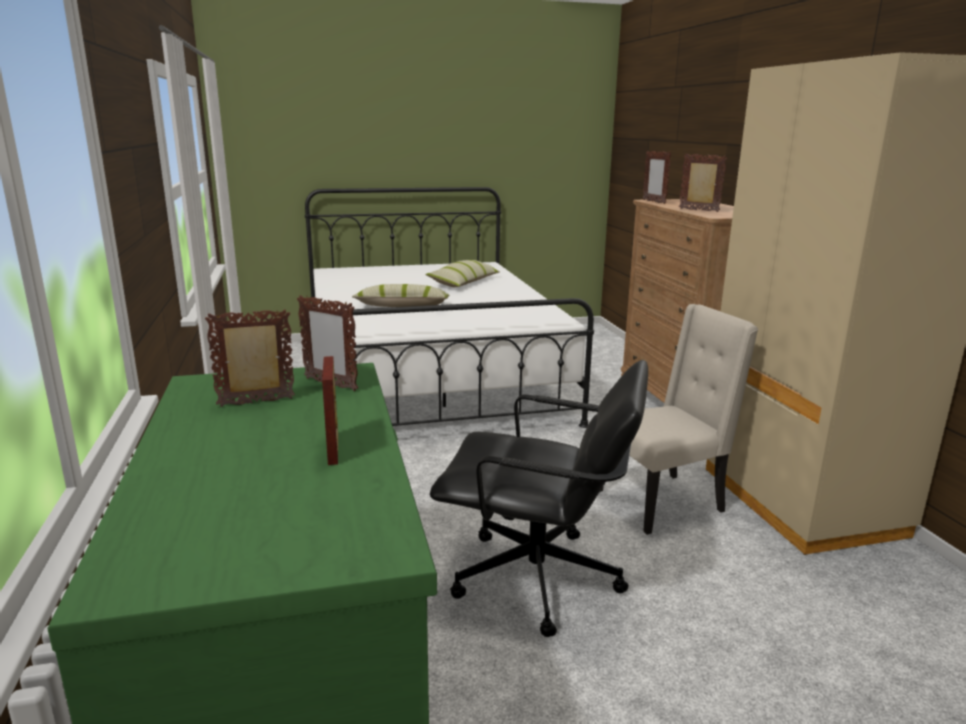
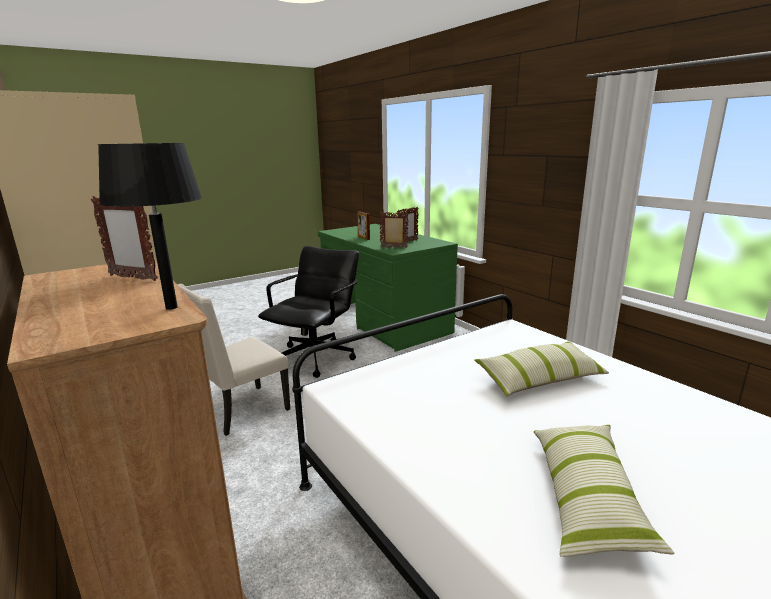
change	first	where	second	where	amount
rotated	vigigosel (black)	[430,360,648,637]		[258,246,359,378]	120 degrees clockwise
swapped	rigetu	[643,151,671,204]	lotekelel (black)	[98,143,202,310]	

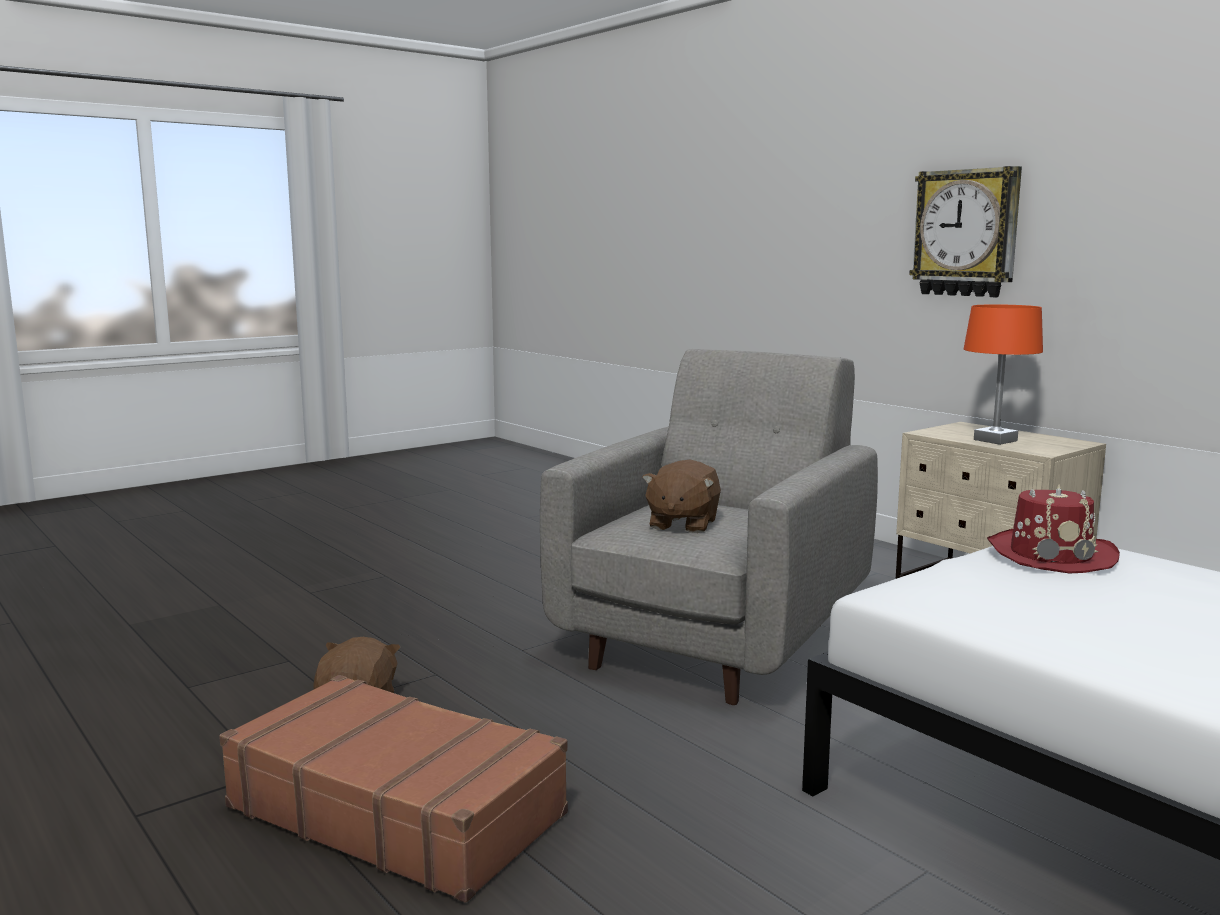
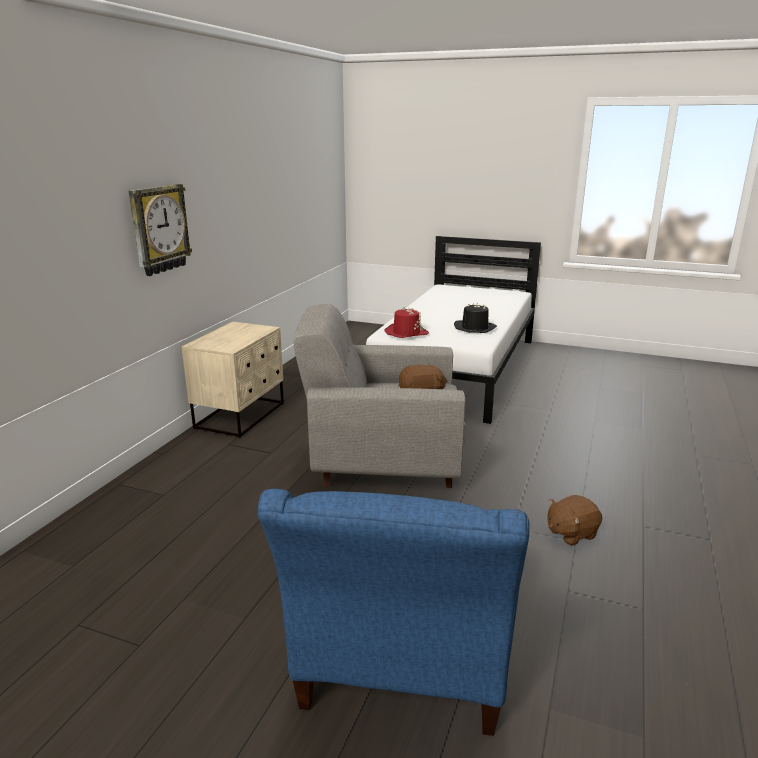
change	first	where	second	where	amount
gone	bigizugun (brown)	[219,675,568,903]			
gone	lotekelel (orange)	[964,304,1043,445]			
new			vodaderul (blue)	[258,489,530,736]	
new			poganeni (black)	[454,303,497,333]	

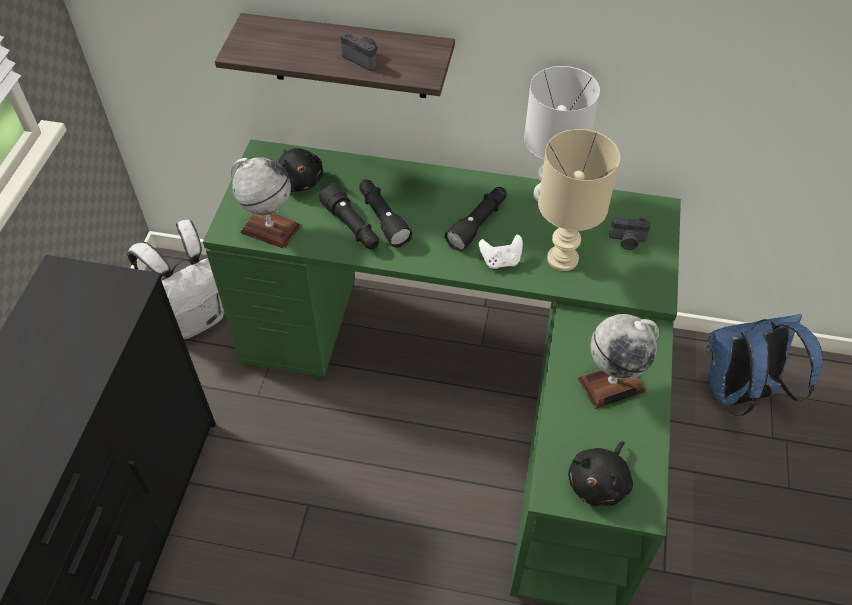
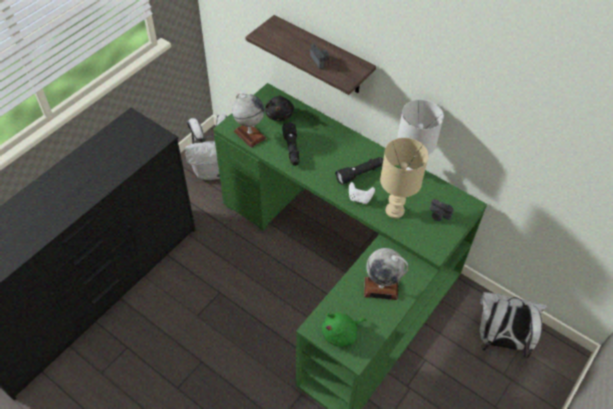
change	first	where	second	where	amount
gone	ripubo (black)	[359,180,412,248]			
repainted	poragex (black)	[568,441,633,506]	poragex (green)	[322,313,367,347]	
repainted	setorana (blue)	[706,314,822,416]	setorana (white)	[480,292,547,358]	

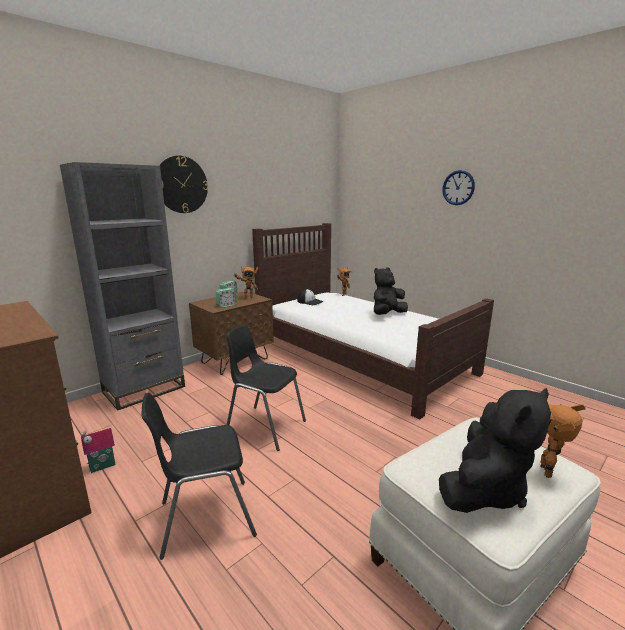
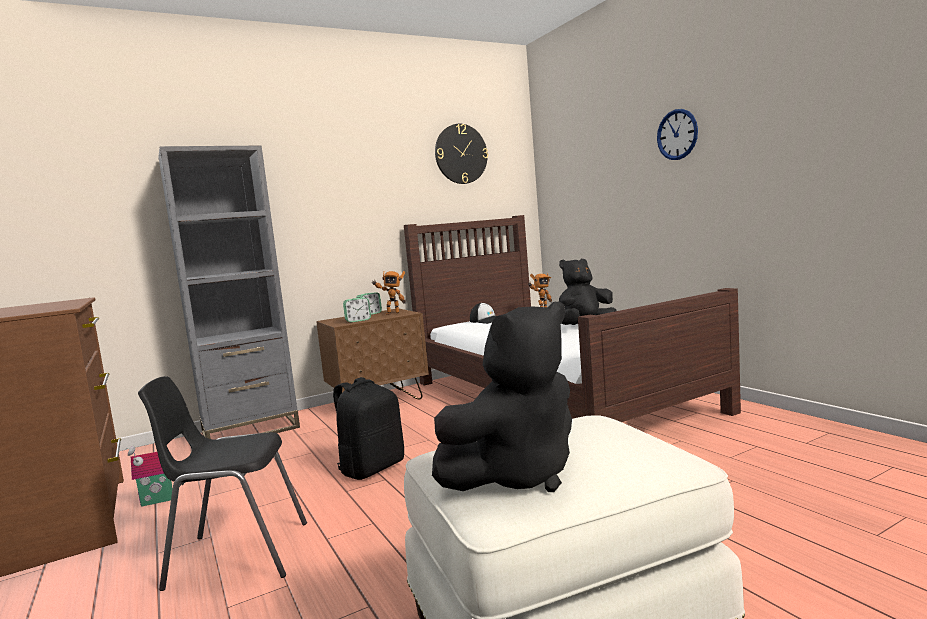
change	first	where	second	where	amount
shifted	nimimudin	[159,156,208,213]		[435,124,488,184]	
swapped	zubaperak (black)	[226,325,306,451]	setorana (black)	[333,377,404,480]	
gone	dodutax	[540,404,586,478]			

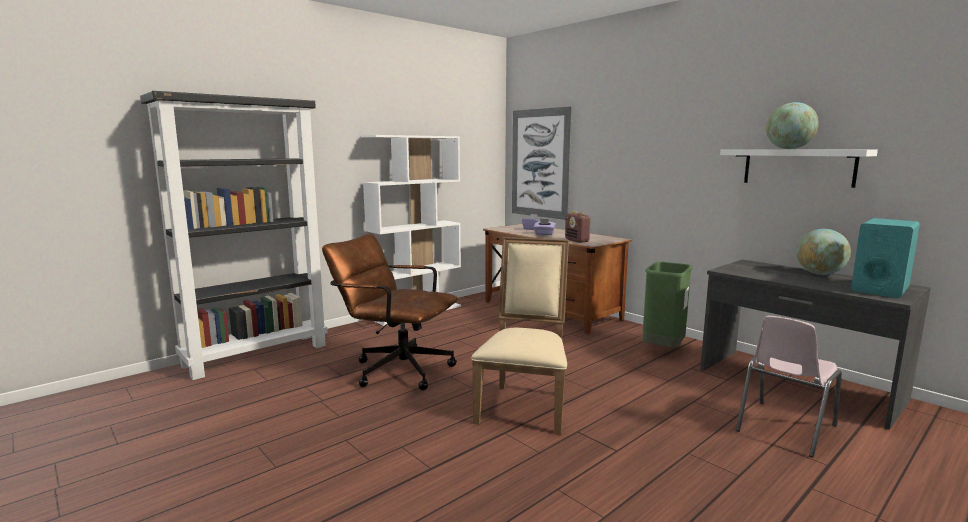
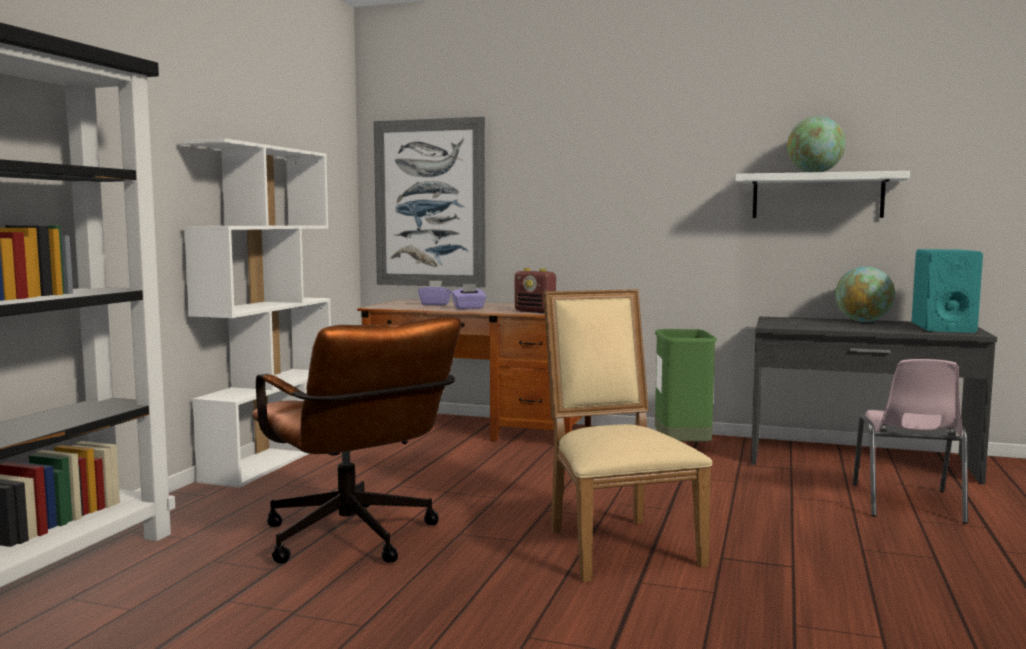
change	first	where	second	where	amount
rotated	vigigosel (brown)	[322,234,458,390]		[252,317,461,564]	120 degrees counterclockwise

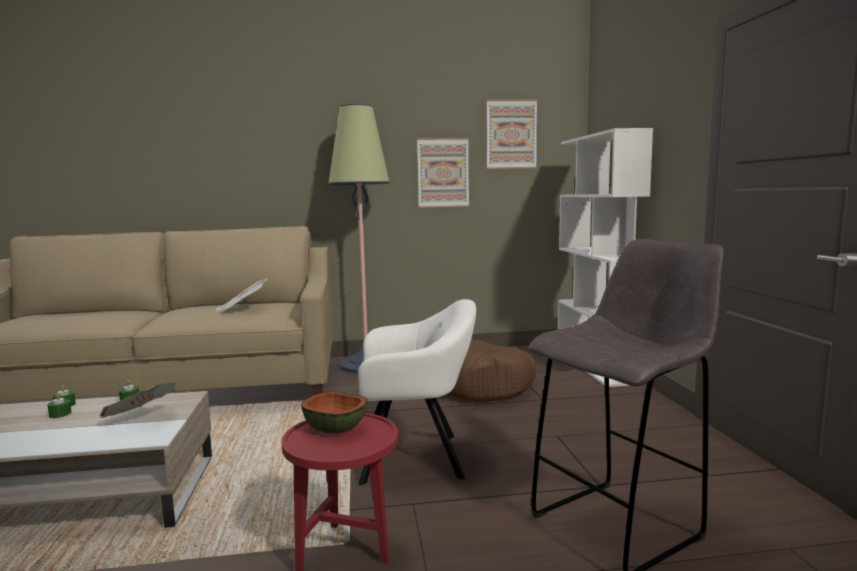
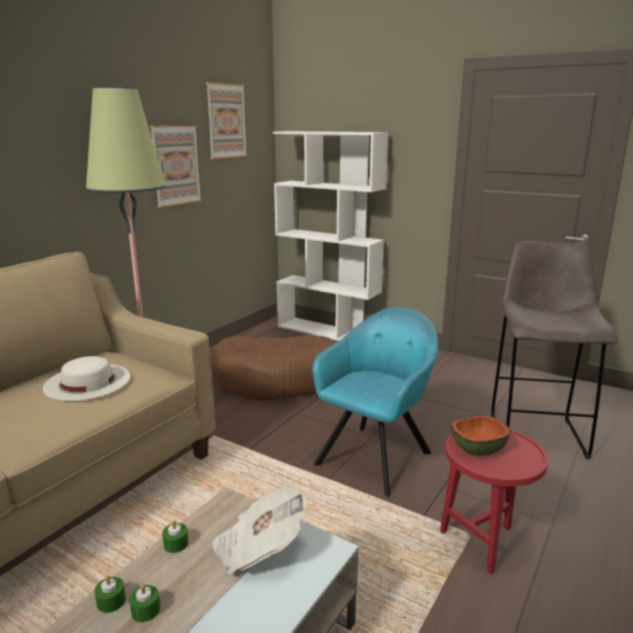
change	first	where	second	where	amount
swapped	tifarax	[216,279,267,311]	poganeni (white)	[43,356,131,401]	
repainted	vodaderul (white)	[358,299,476,485]	vodaderul (turquoise)	[312,307,438,497]	

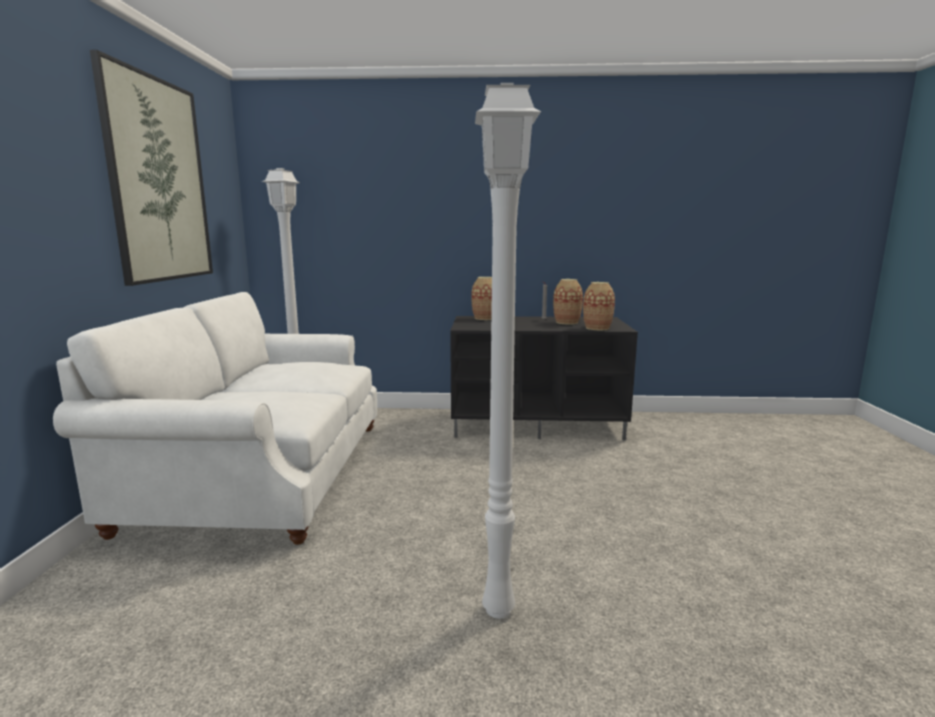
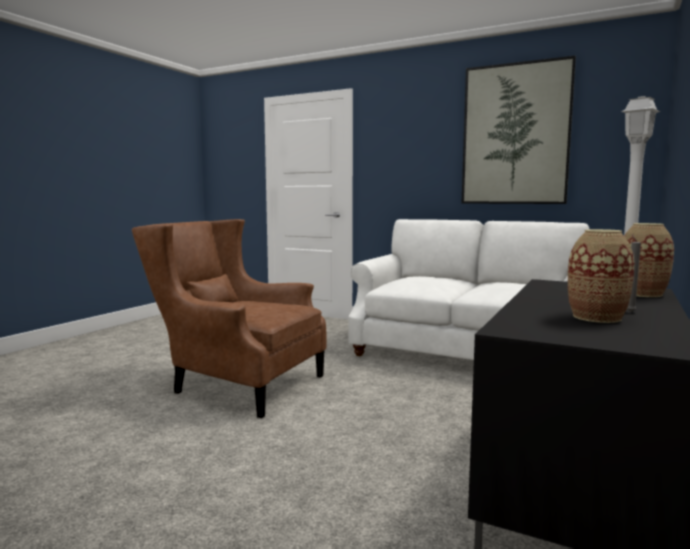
change	first	where	second	where	amount
swapped	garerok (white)	[475,83,541,618]	vodaderul (brown)	[132,219,327,418]	
gone	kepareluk	[583,282,615,330]			

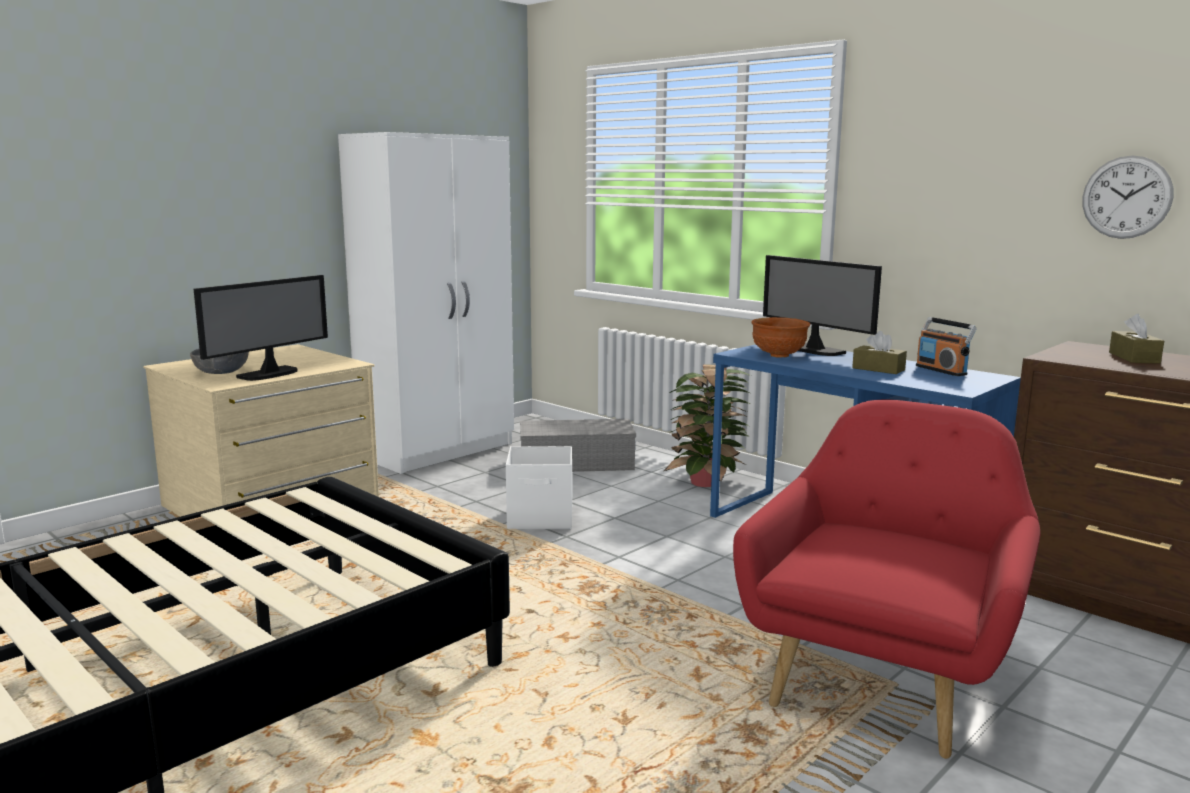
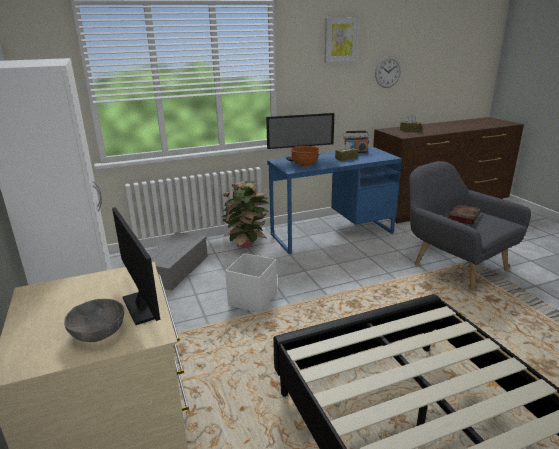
change	first	where	second	where	amount
repainted	vodaderul (red)	[733,400,1040,759]	vodaderul (grey)	[409,161,531,290]	
new			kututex	[325,17,359,63]	
new			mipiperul	[448,204,481,225]	

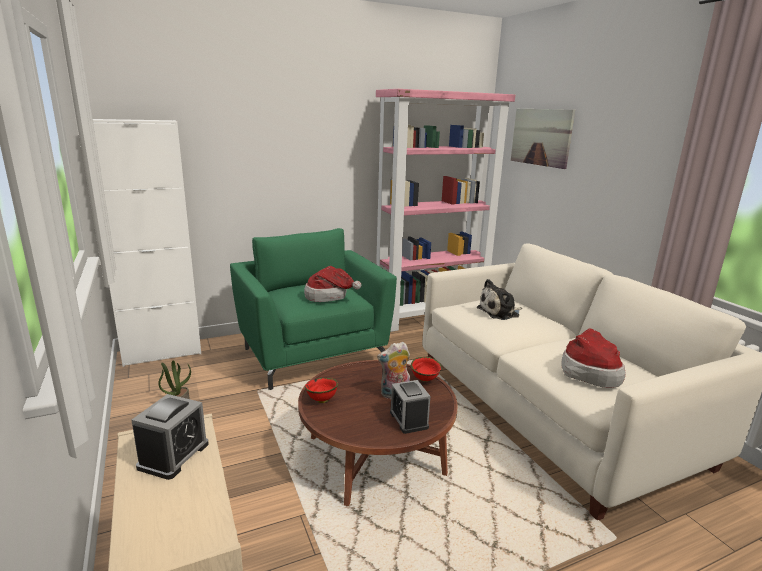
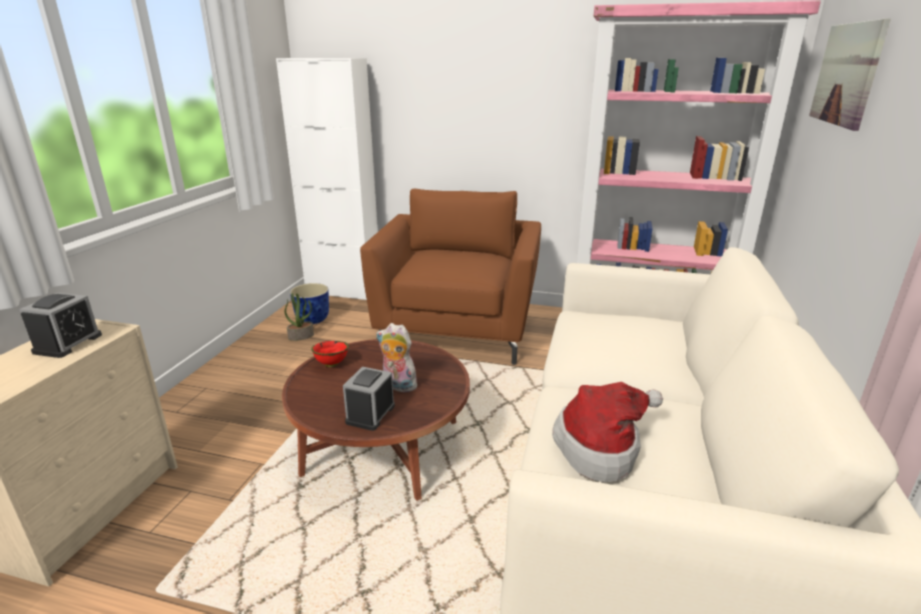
change	first	where	second	where	amount
rotated	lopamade	[131,394,209,480]		[19,293,102,358]	45 degrees counterclockwise
repainted	vodaderul (green)	[230,228,397,390]	vodaderul (brown)	[360,188,541,365]	
gone	poganeni	[304,266,361,302]			
gone	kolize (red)	[411,357,442,382]			
gone	poragex	[477,279,522,320]			
new			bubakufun	[290,283,329,324]	

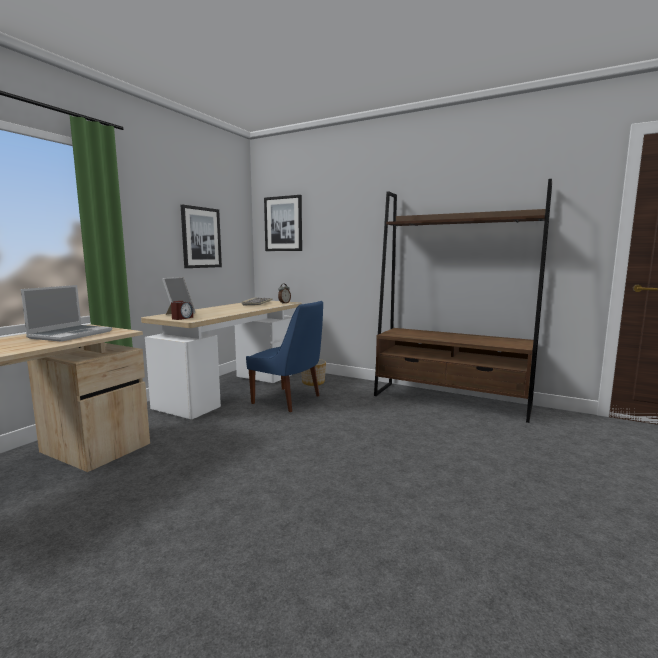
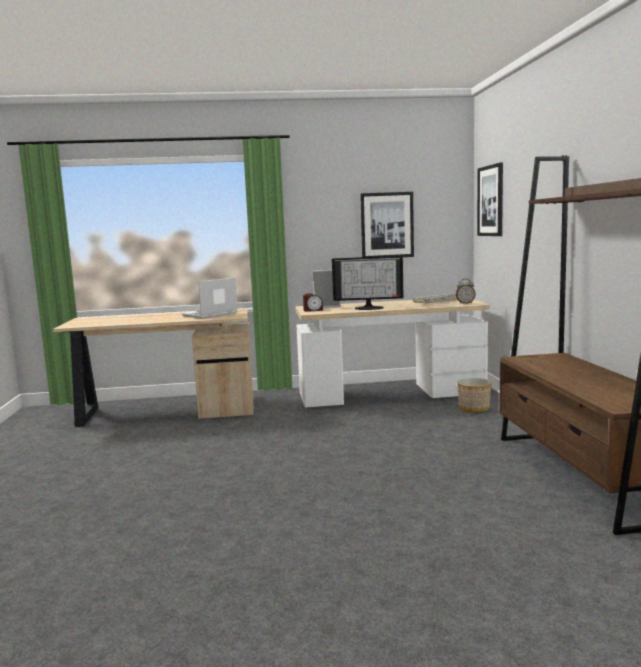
change	first	where	second	where	amount
rotated	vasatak	[21,285,112,342]		[182,277,238,319]	150 degrees clockwise
gone	zubaperak (blue)	[246,301,323,412]			
new			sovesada	[332,256,404,310]	

